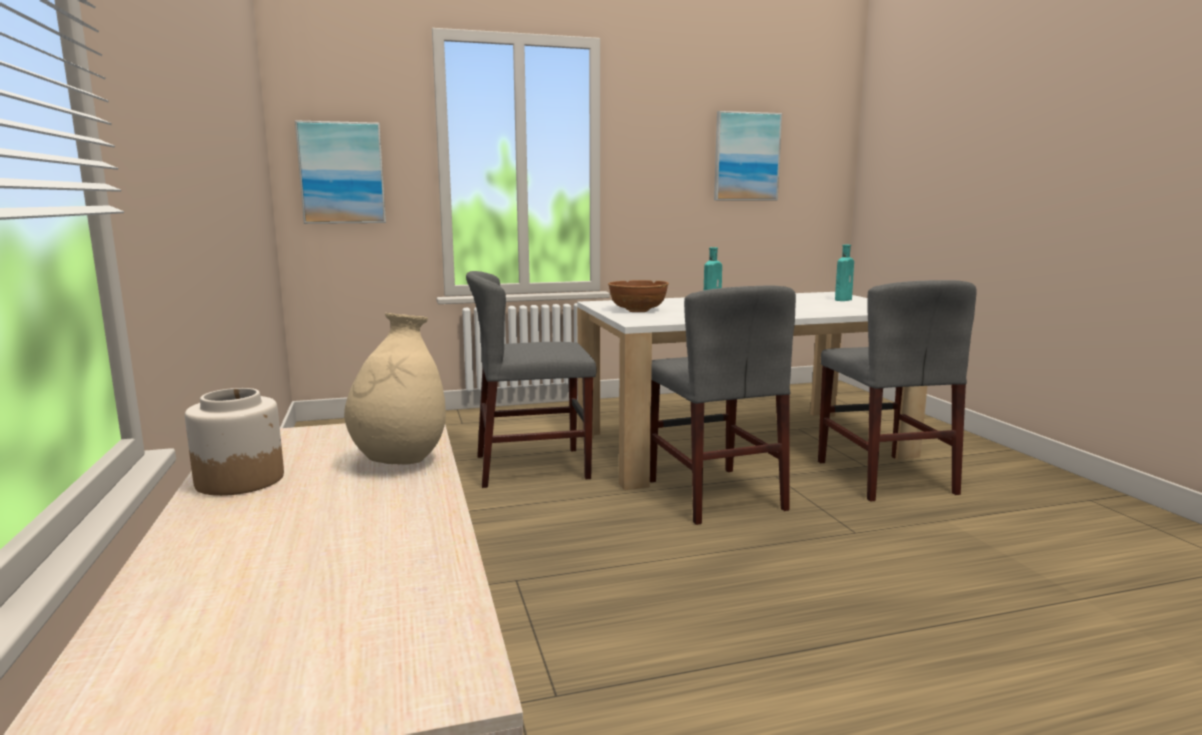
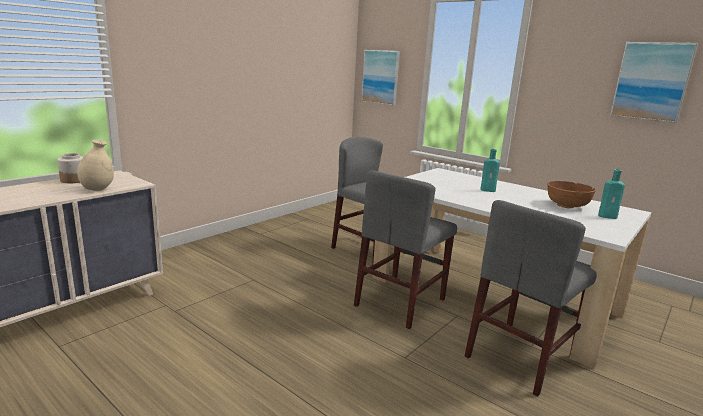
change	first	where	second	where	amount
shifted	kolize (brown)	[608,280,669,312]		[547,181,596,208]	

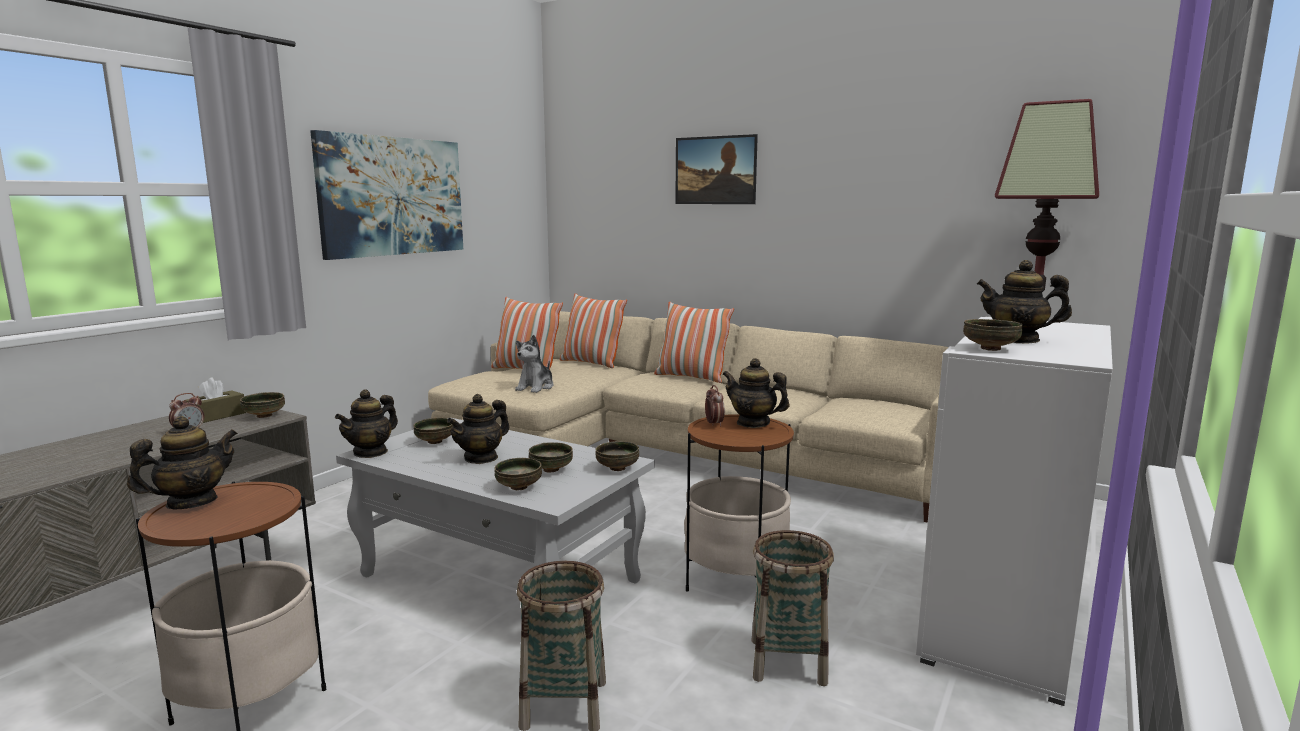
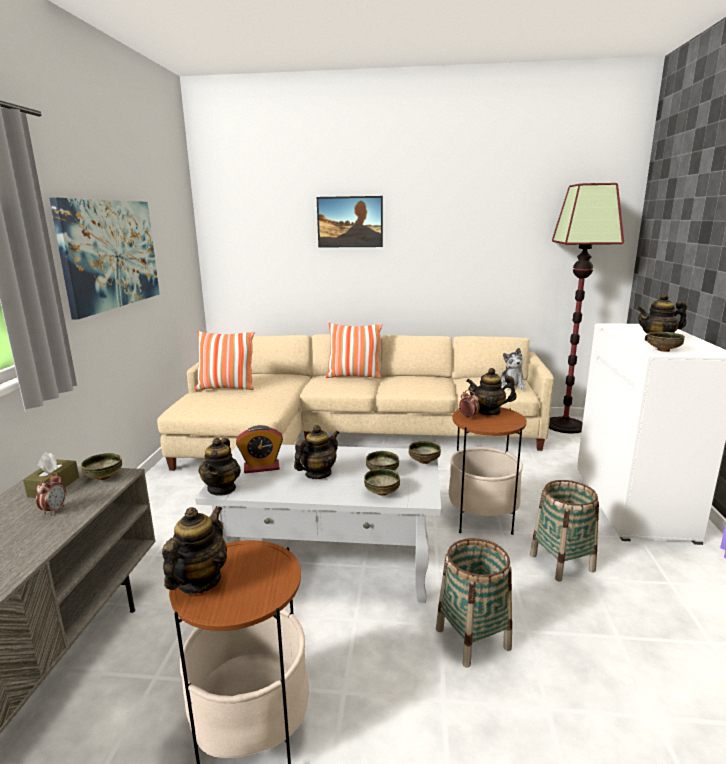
change	first	where	second	where	amount
swapped	kolize	[413,418,453,444]	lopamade	[236,425,283,473]	
rotated	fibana	[447,394,509,464]		[294,425,339,479]	150 degrees counterclockwise
shifted	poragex	[515,335,554,393]		[501,348,526,390]	
gone	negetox	[560,293,627,368]			

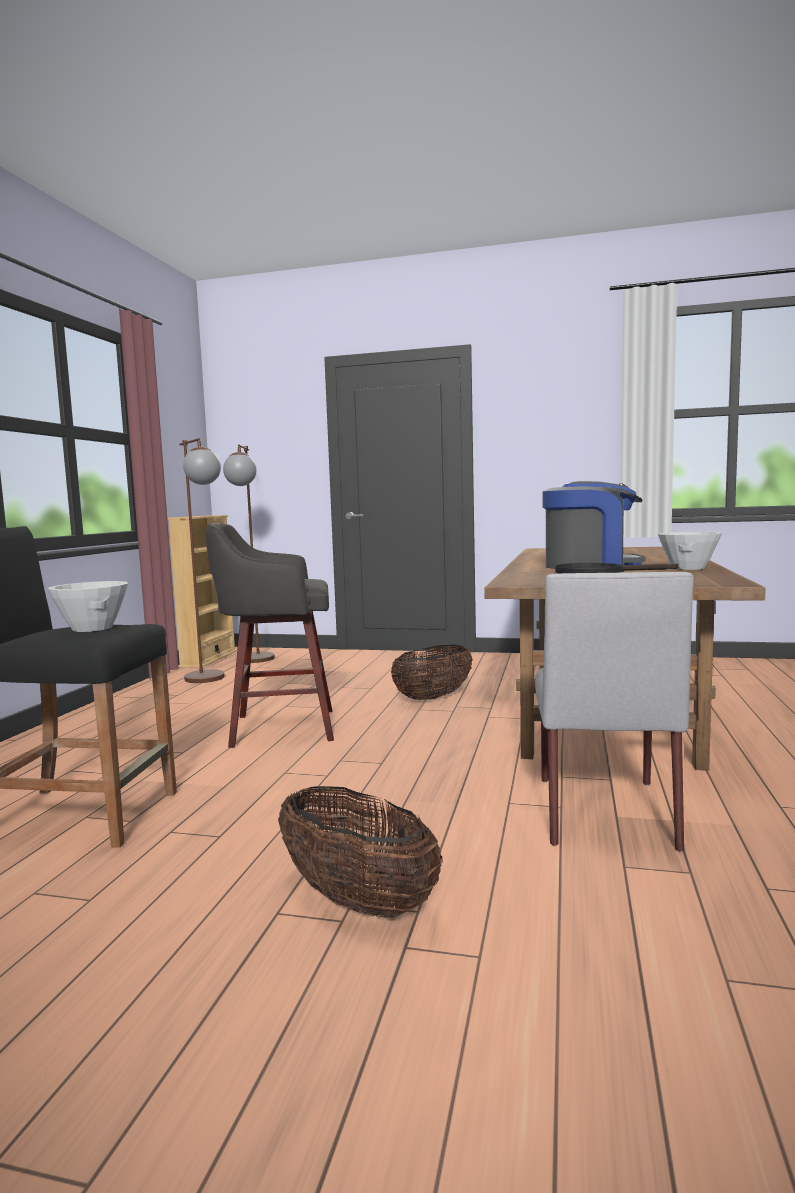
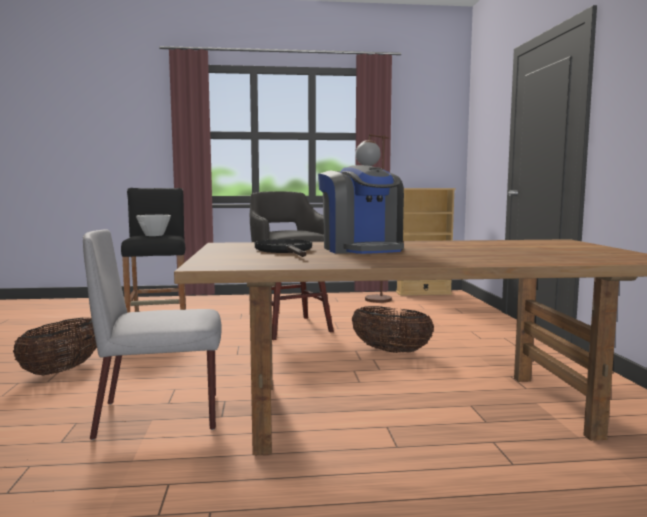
change	first	where	second	where	amount
gone	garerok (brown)	[223,444,275,663]			
gone	kolize (white)	[658,532,722,570]			

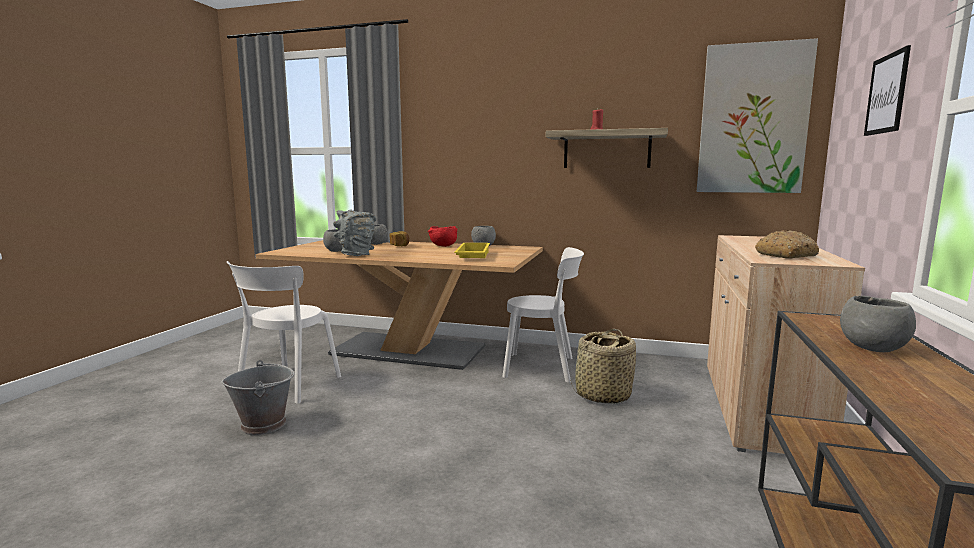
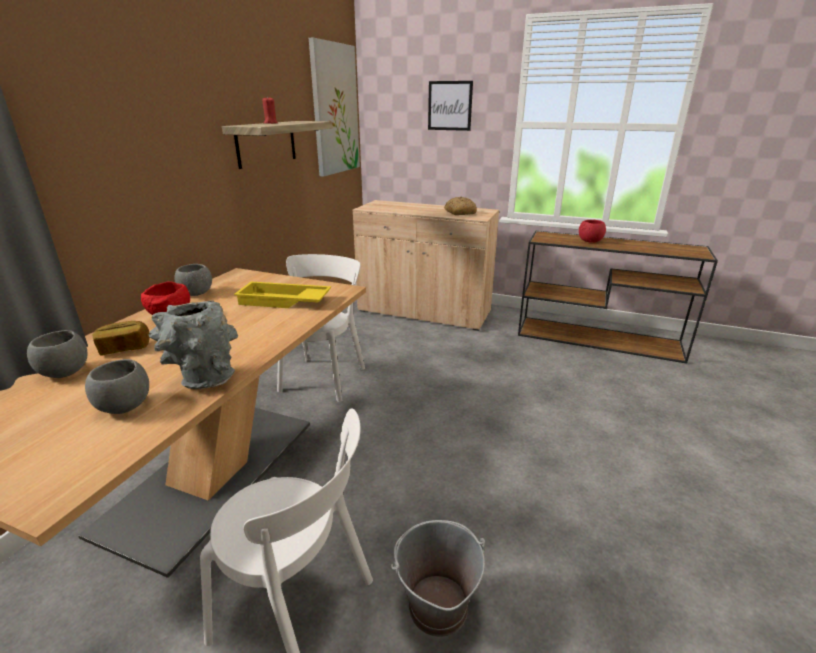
change	first	where	second	where	amount
gone	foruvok	[570,329,636,404]			
repainted	kolize (grey)	[840,296,916,352]	kolize (red)	[579,220,606,243]	

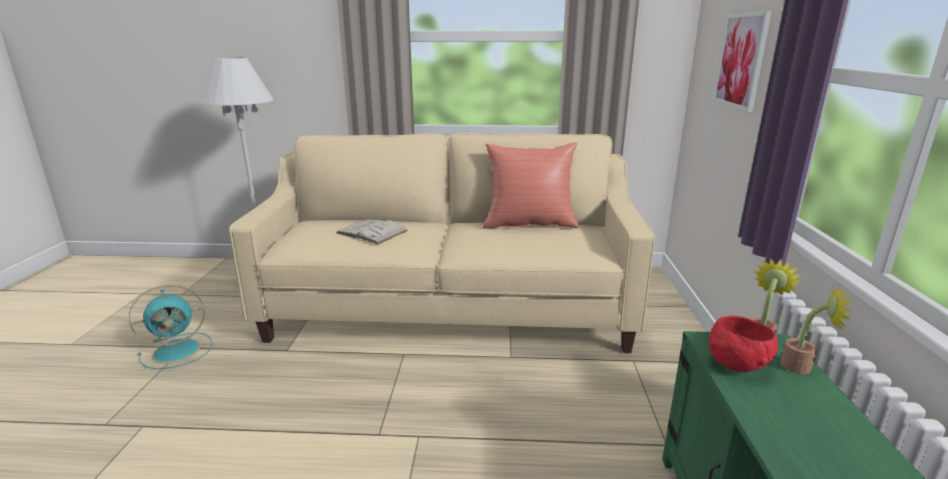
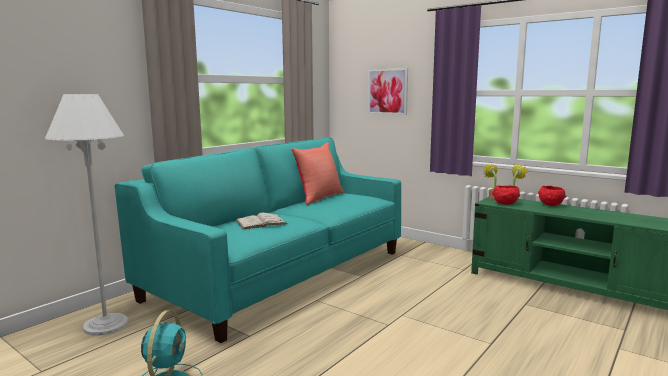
change	first	where	second	where	amount
repainted	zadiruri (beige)	[229,133,655,353]	zadiruri (turquoise)	[115,138,401,343]	
new			kolize (red)	[538,186,566,206]	

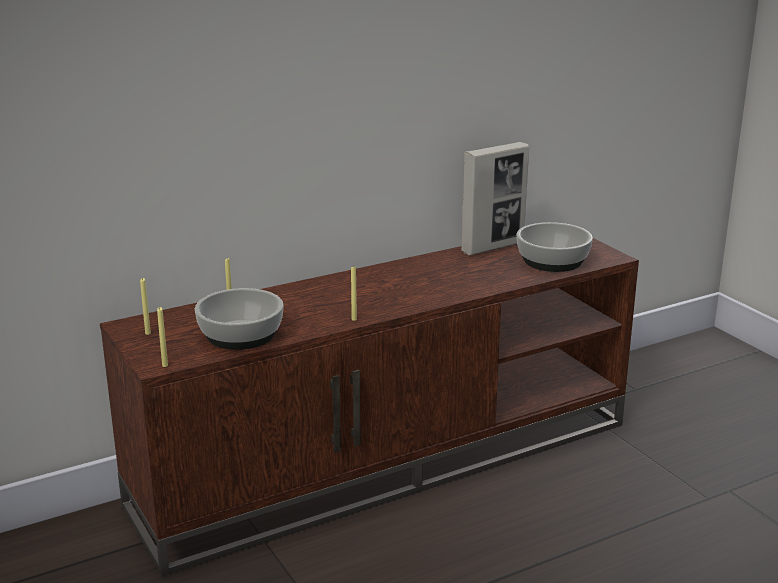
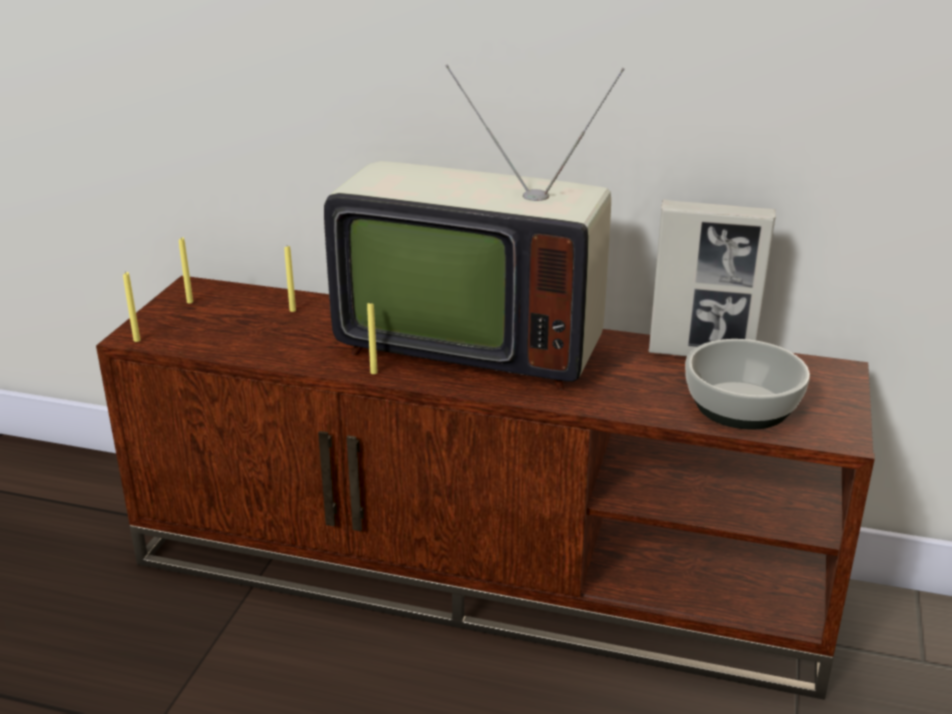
change	first	where	second	where	amount
gone	kolize	[195,288,284,350]			
new			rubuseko	[324,64,625,390]	

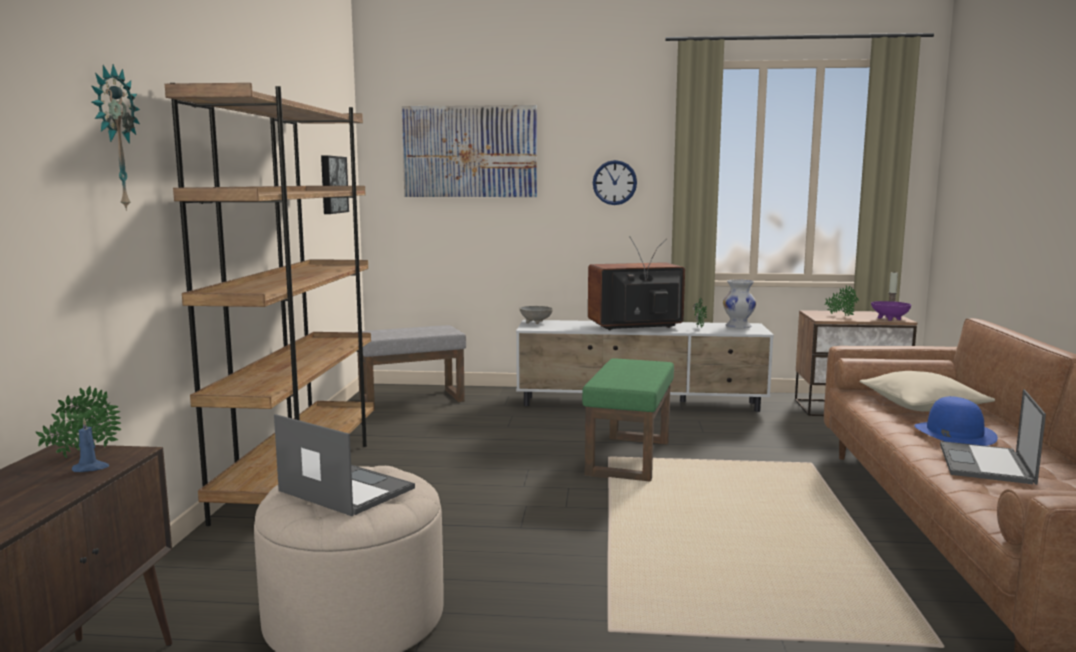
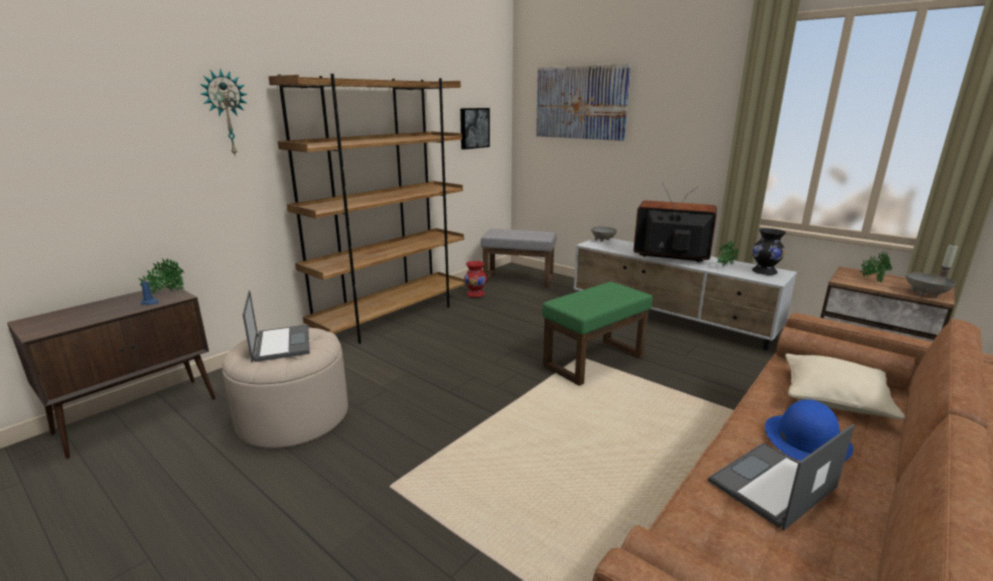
change	first	where	second	where	amount
gone	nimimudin	[593,160,637,205]			
repainted	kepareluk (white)	[723,279,756,329]	kepareluk (black)	[752,228,786,275]	
repainted	kolize (purple)	[871,301,911,321]	kolize (grey)	[906,273,956,298]	
new			kepareluk (red)	[464,261,487,297]	

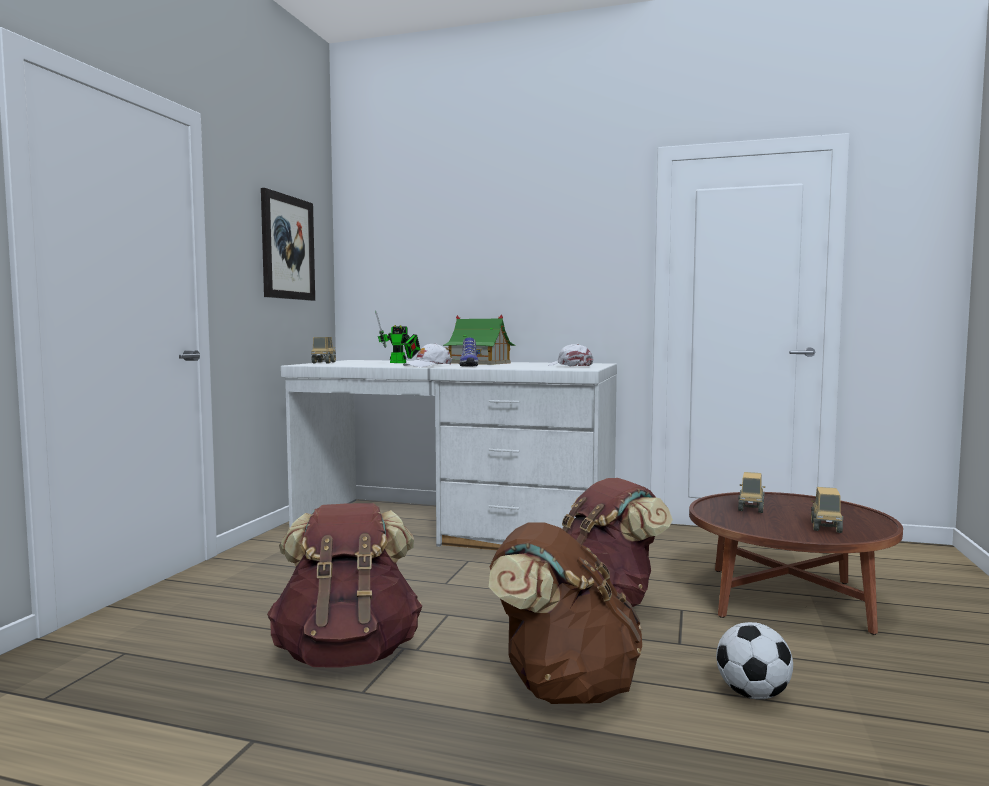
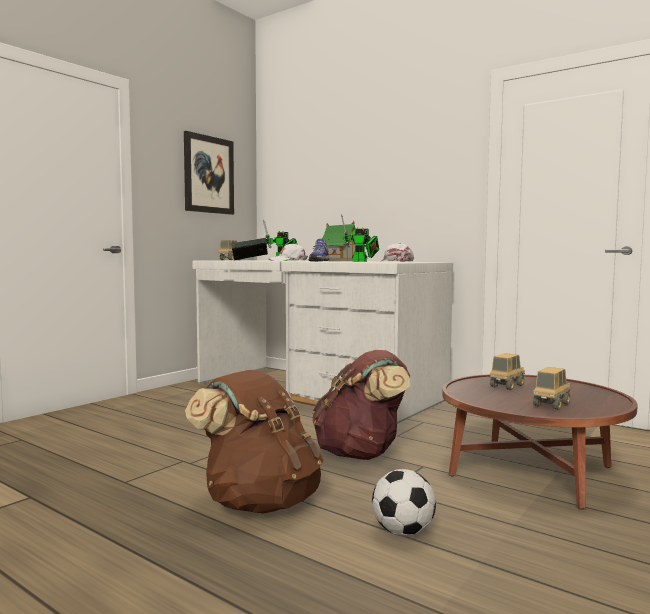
change	first	where	second	where	amount
gone	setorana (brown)	[267,503,422,668]			
new			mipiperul	[231,238,268,261]	
new			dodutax	[341,214,379,262]	

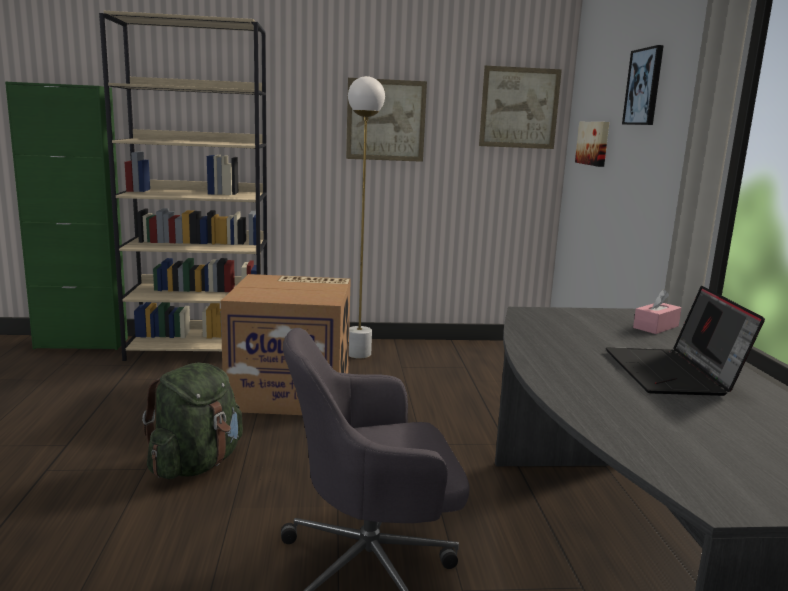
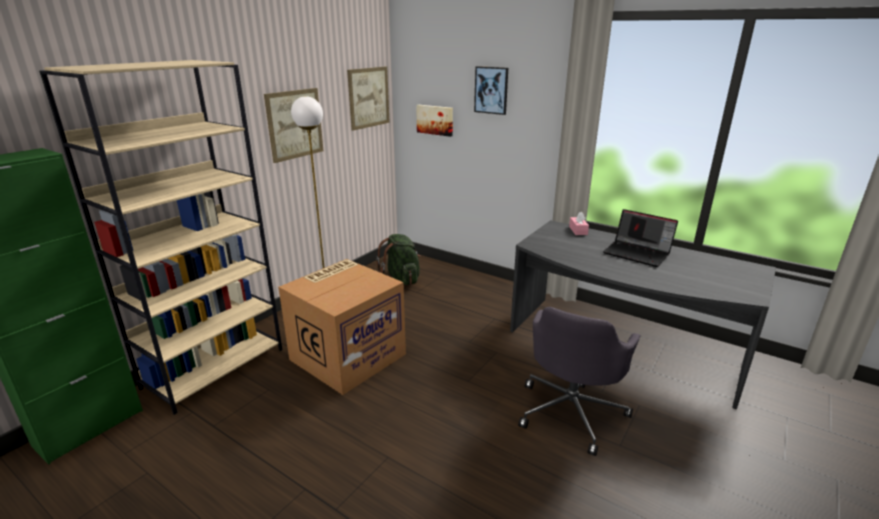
change	first	where	second	where	amount
shifted	setorana (green)	[142,363,243,479]		[376,234,421,285]	

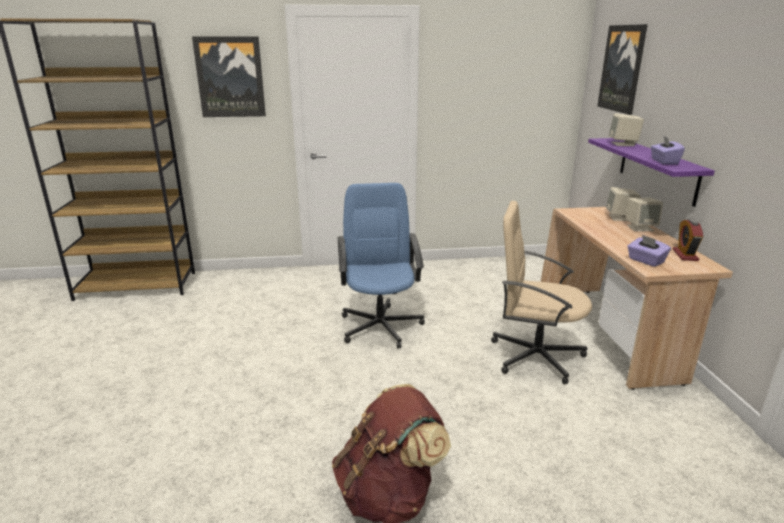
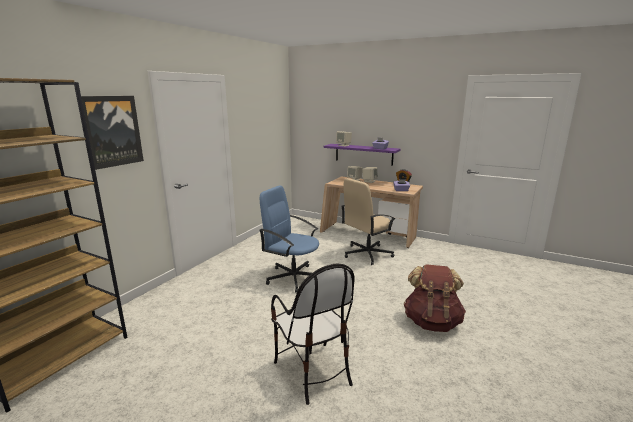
change	first	where	second	where	amount
gone	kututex	[597,24,648,115]			
new			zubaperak	[271,264,354,405]	

